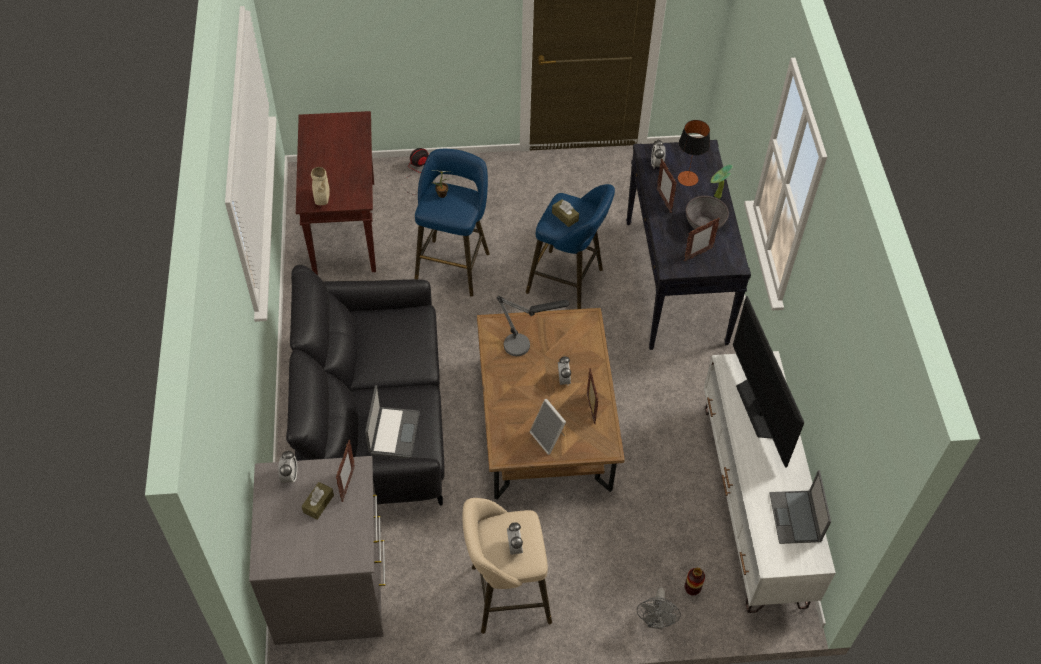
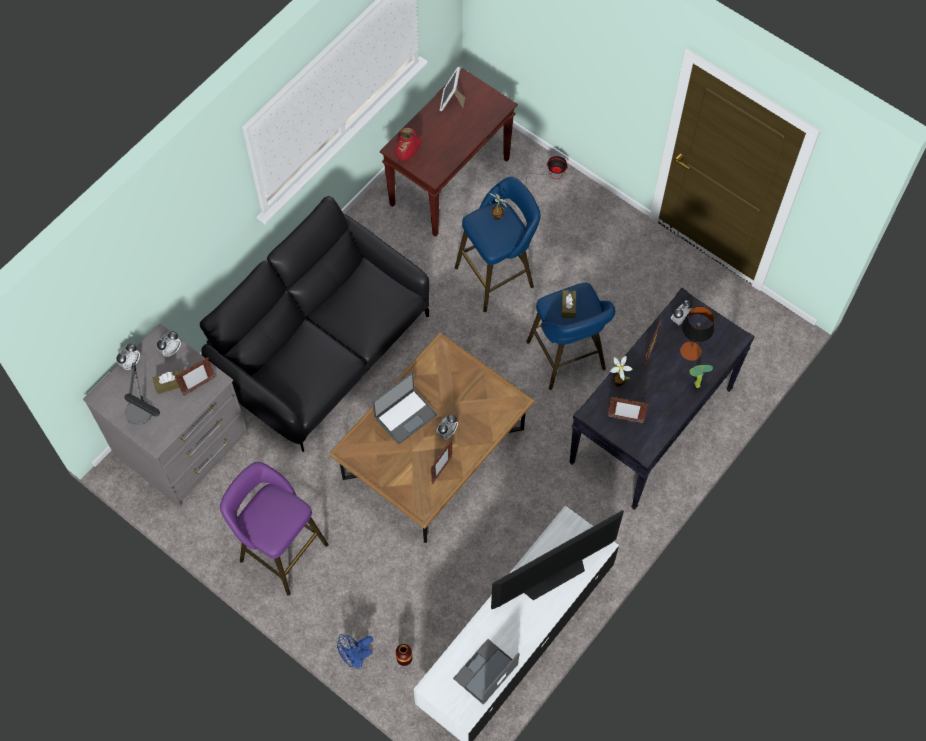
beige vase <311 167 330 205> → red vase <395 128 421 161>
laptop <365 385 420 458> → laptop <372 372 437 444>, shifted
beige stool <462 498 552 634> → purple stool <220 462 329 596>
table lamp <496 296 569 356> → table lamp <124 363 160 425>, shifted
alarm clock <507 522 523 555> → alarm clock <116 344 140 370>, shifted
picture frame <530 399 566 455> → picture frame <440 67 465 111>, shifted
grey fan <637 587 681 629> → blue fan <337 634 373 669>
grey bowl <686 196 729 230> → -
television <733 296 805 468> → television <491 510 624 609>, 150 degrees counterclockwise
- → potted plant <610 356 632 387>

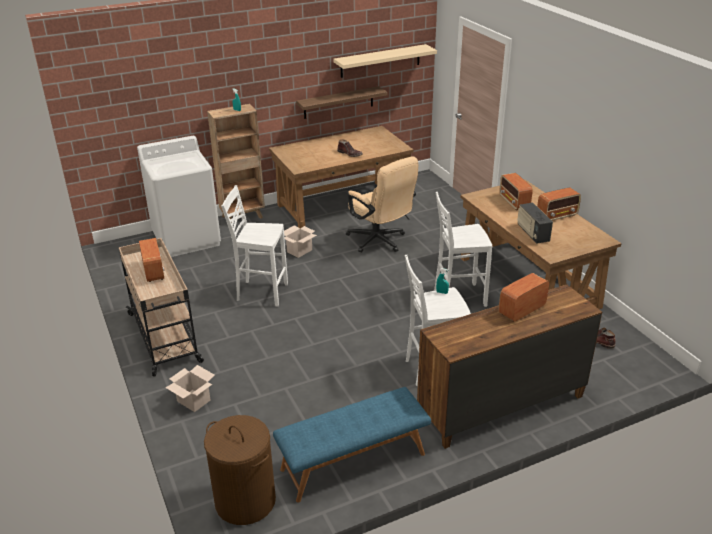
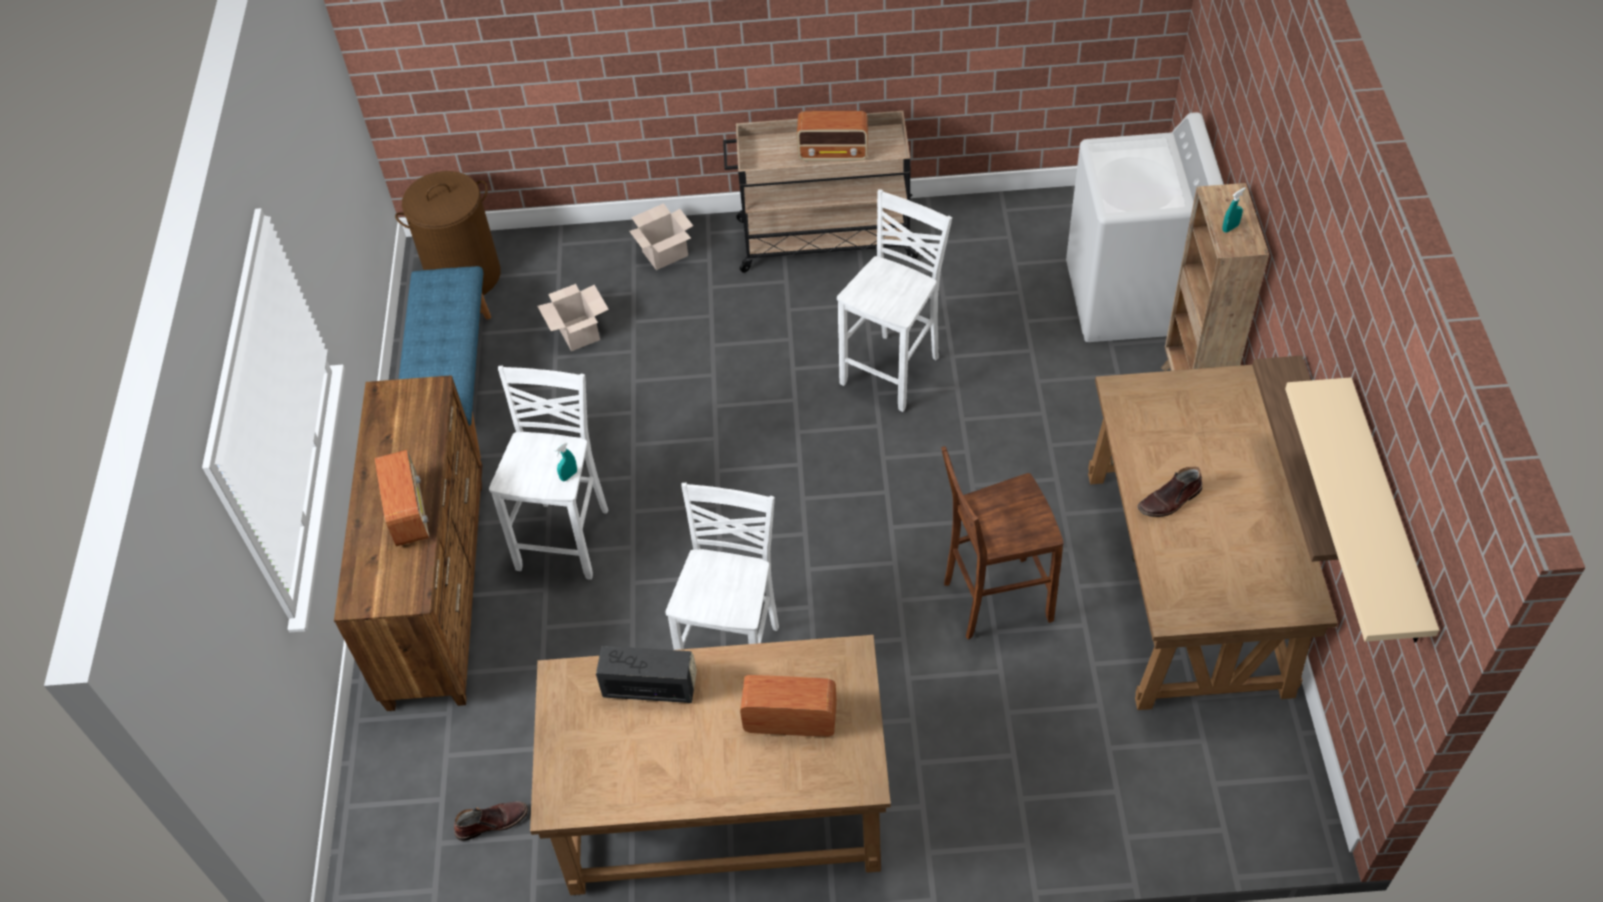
cardboard box <284 225 317 258> → cardboard box <537 284 609 351>, shifted
beige office chair <346 156 418 253> → brown stool <941 446 1064 640>
radio <537 187 581 221> → -

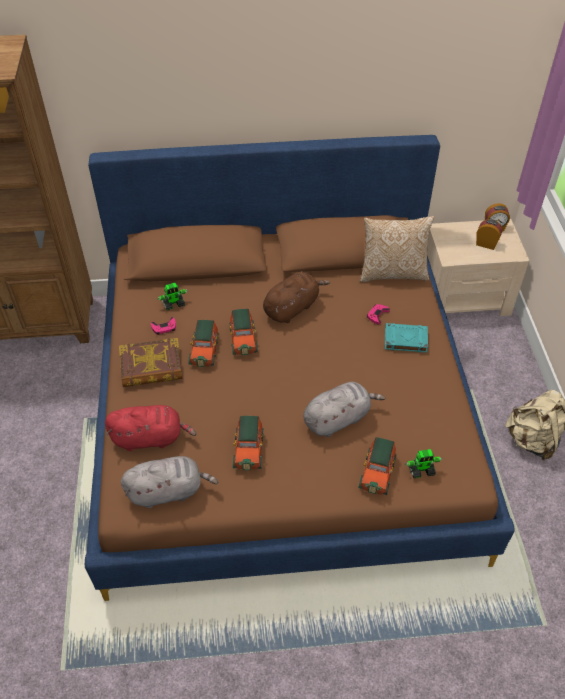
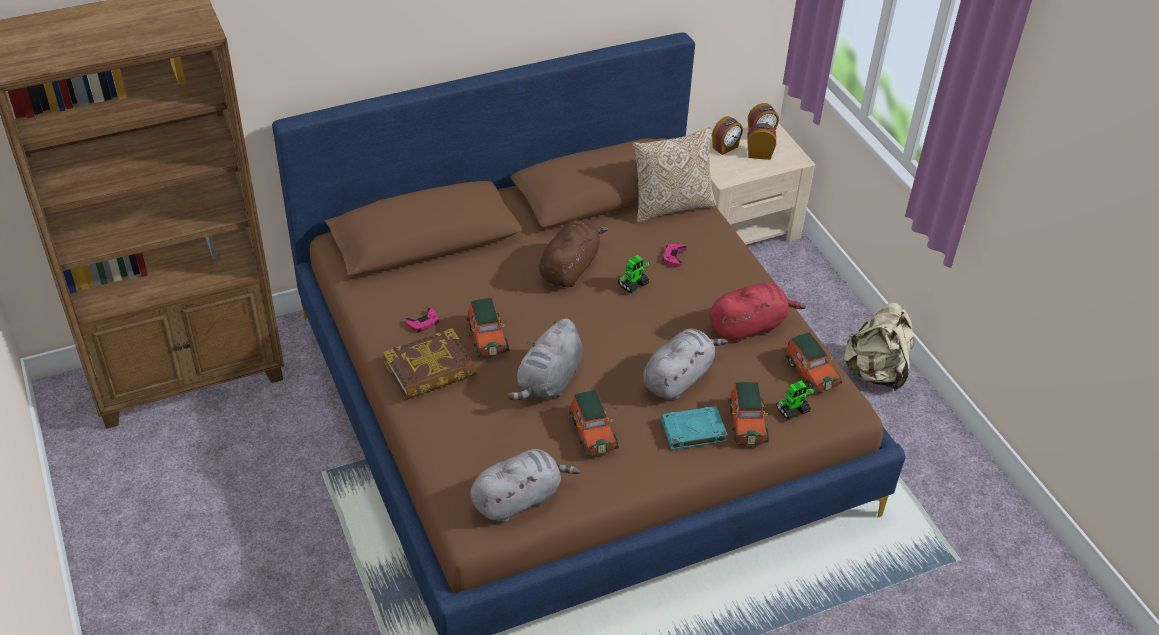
red plush toy <105 405 197 451> → red plush toy <709 282 806 343>, shifted
toy robot <157 282 188 310> → toy robot <618 255 650 293>, shifted
toy car <229 309 258 355> → toy car <785 333 842 393>, shifted
turquoise book <385 323 428 352> → turquoise book <661 406 728 450>, shifted
- → grey plush toy <507 318 583 401>
- → alarm clock <712 116 743 155>

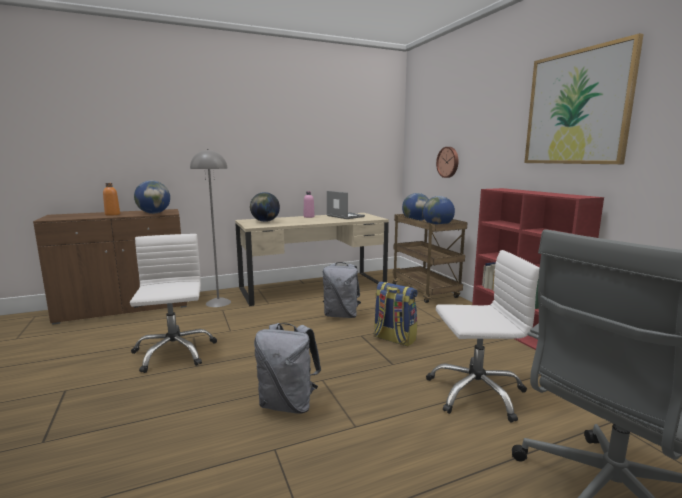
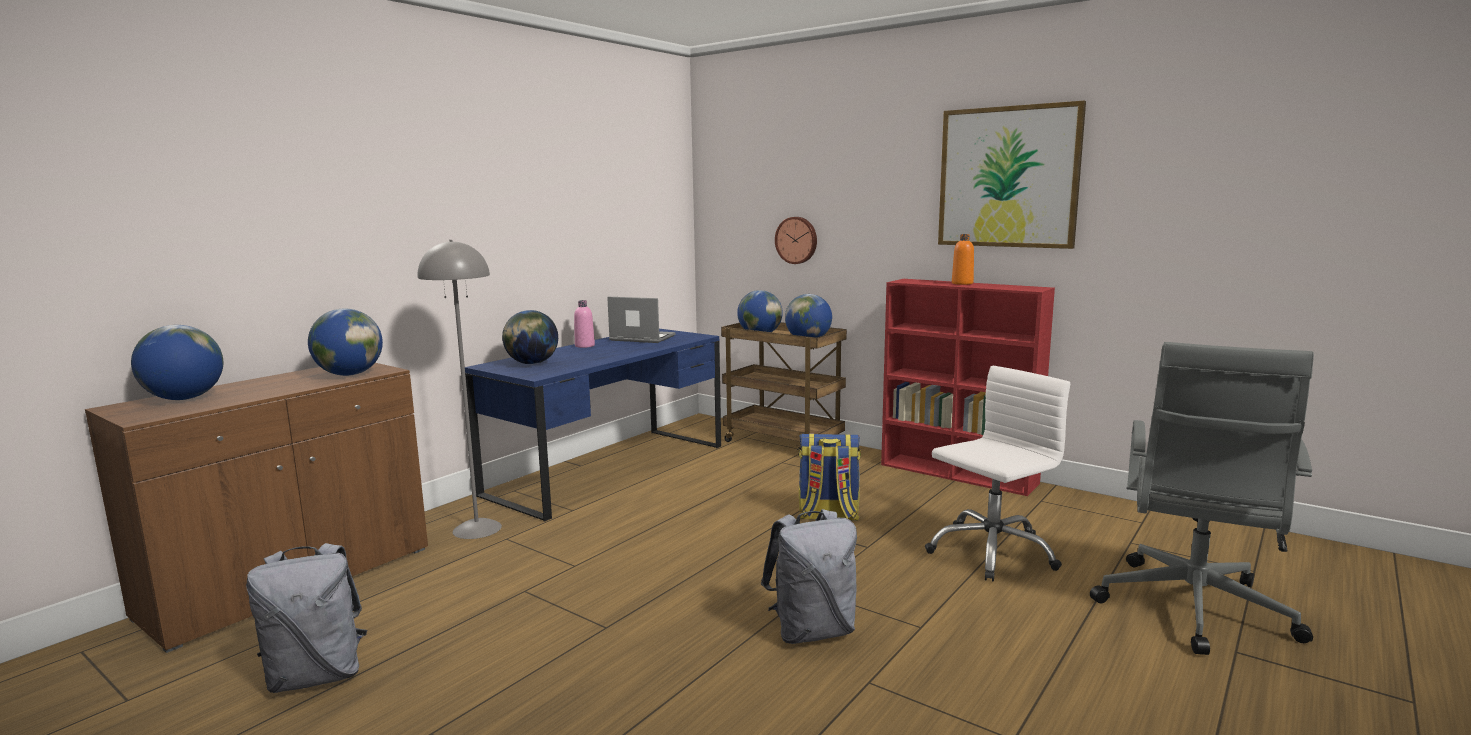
orange bottle <103 183 120 216> → orange bottle <952 234 974 285>, shifted
white office chair <130 234 217 373> → -
beige desk <235 213 389 306> → blue desk <465 329 721 522>
grey backpack <323 262 361 318> → grey backpack <246 543 367 693>, shifted
- → globe <131 325 223 400>

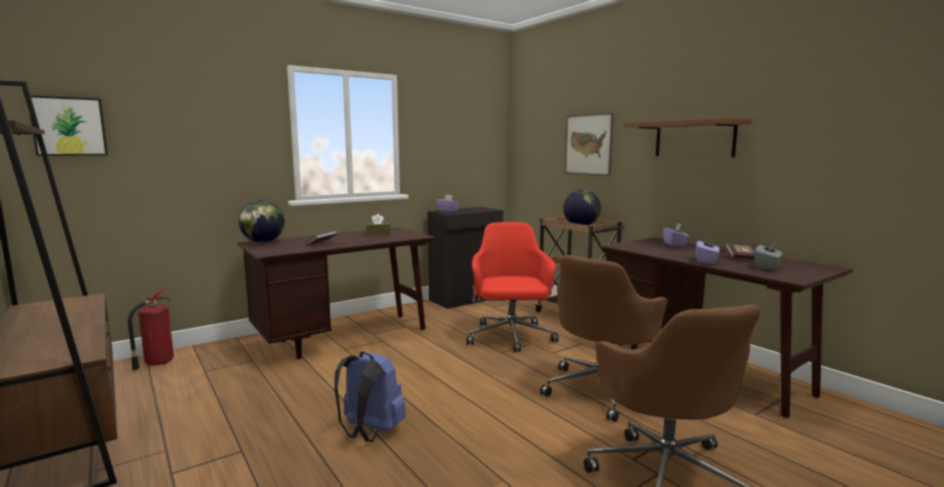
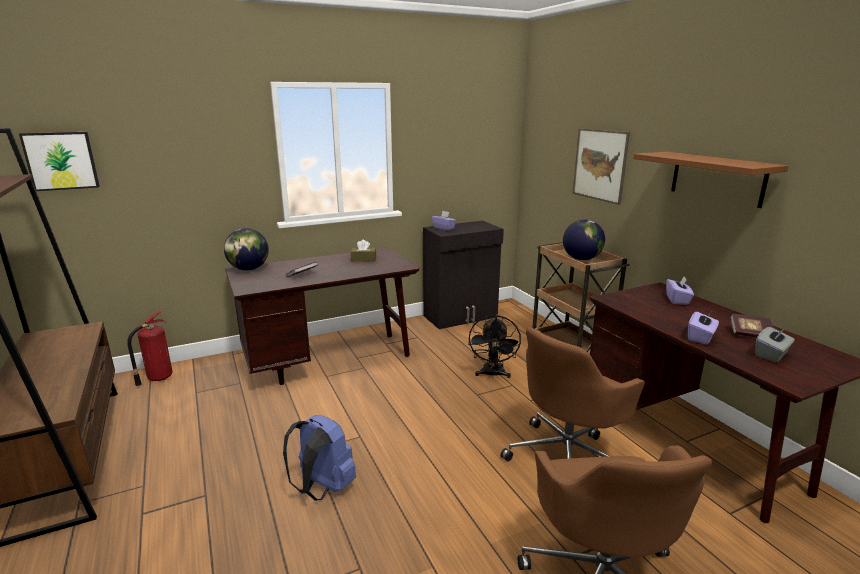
red office chair <467 222 558 352> → black fan <468 315 521 378>

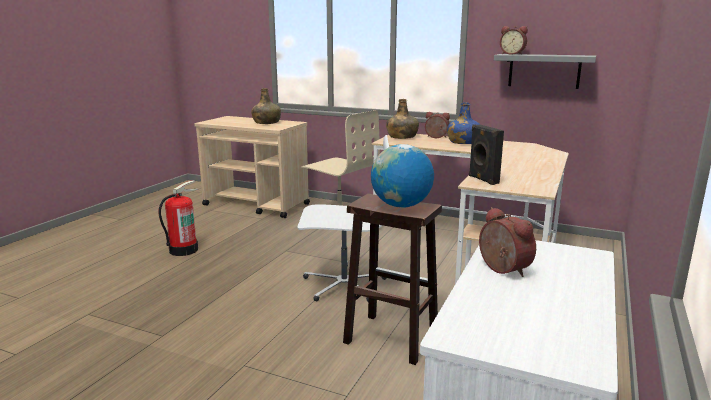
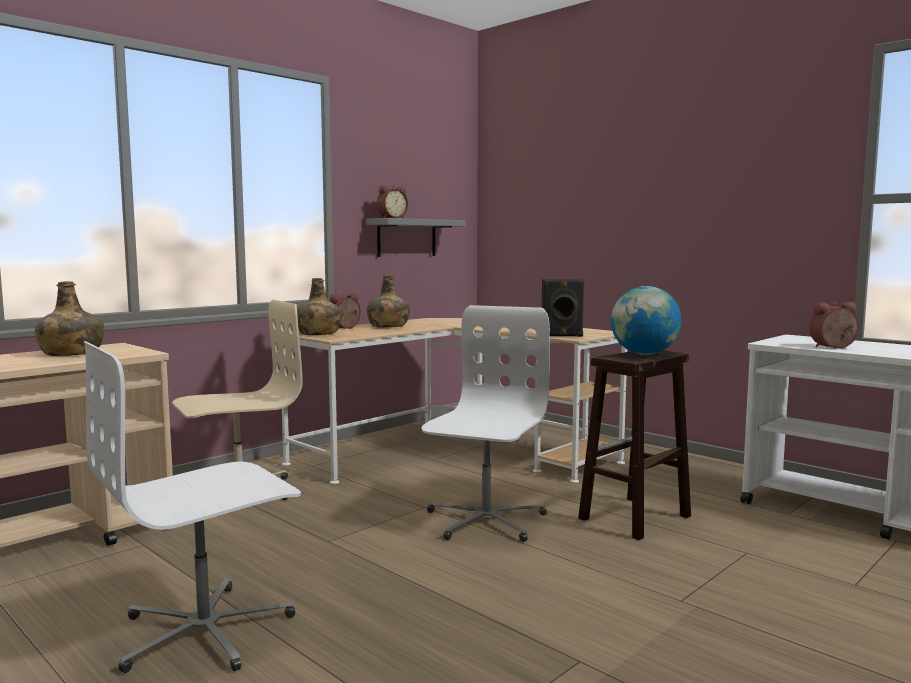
fire extinguisher <158 180 198 256> → white office chair <83 341 301 673>
blue bottle <447 102 480 144> → green bottle <367 275 410 328>

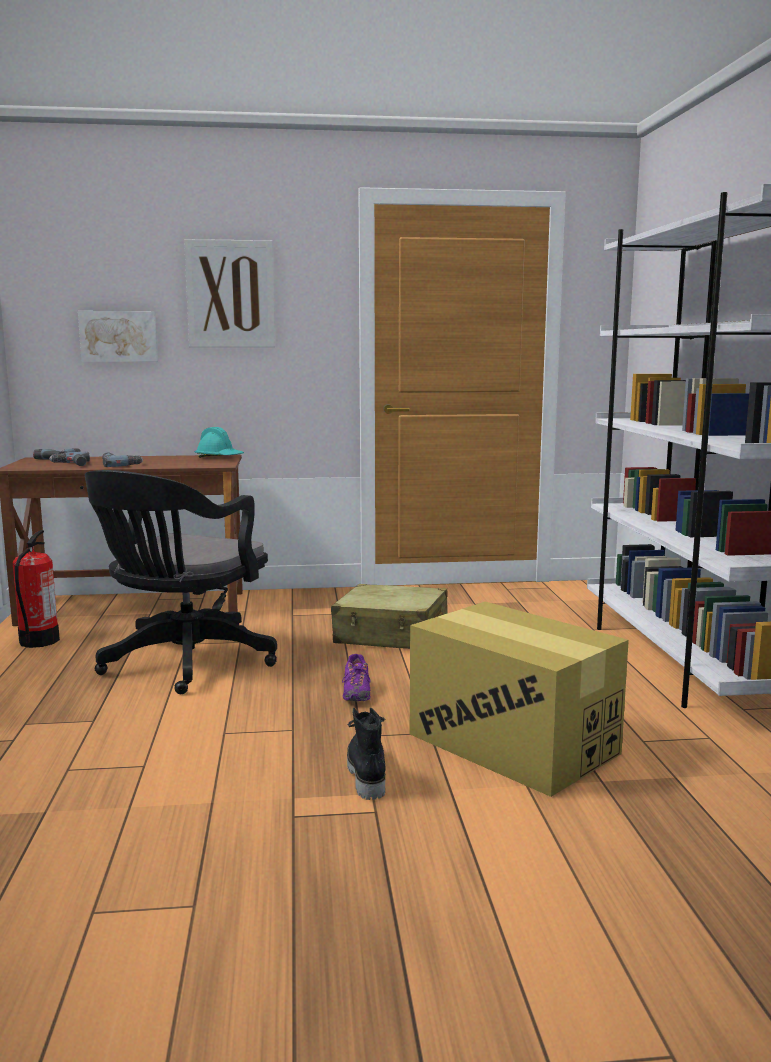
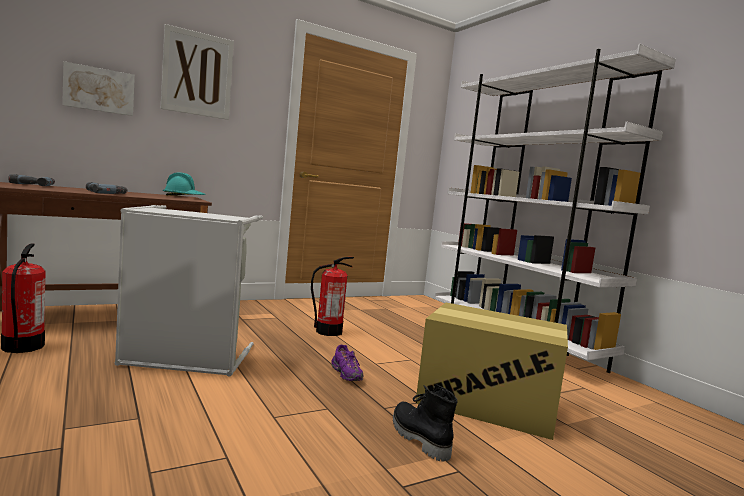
power drill <49 452 90 466> → -
black office chair <85 470 277 694> → grey laundry basket <115 205 263 377>
beige suitcase <331 584 448 649> → fire extinguisher <311 257 354 336>

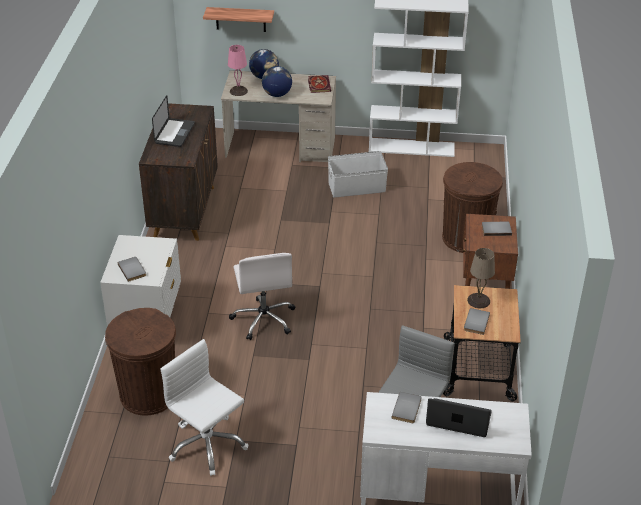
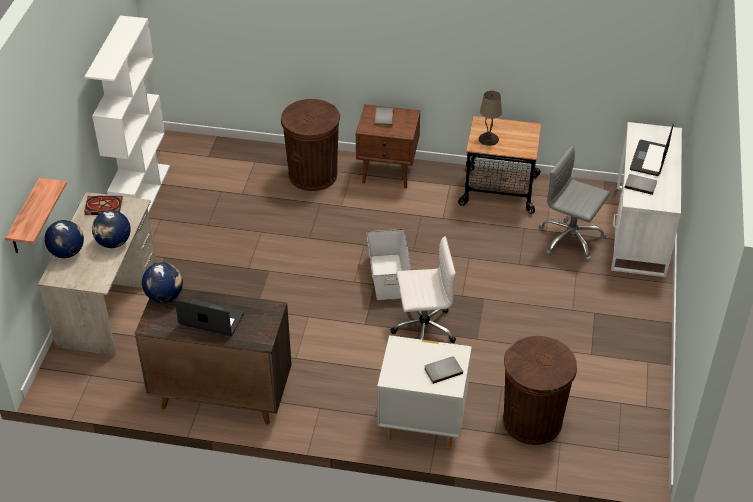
white office chair <160 339 248 476> → -
pink table lamp <228 45 248 96> → -
white storage box <328 151 388 198> → white storage box <366 229 411 300>, shifted
grey book <464 308 490 335> → -
- → globe <142 262 183 303>

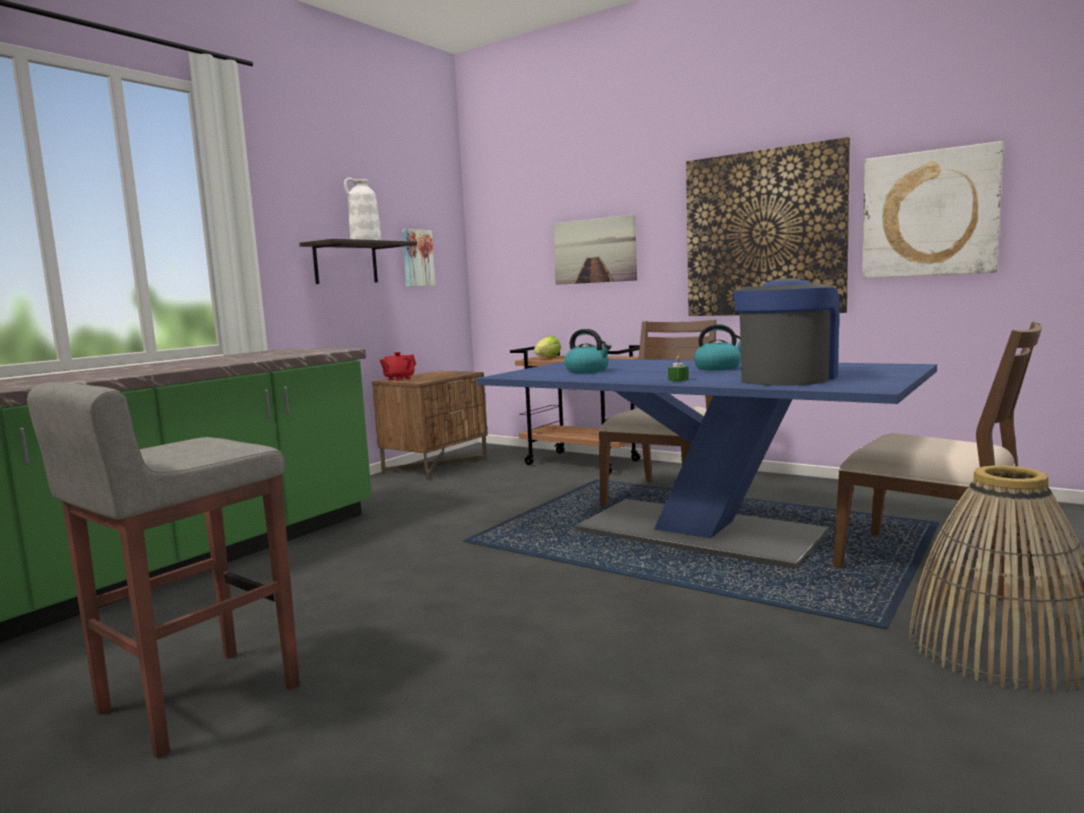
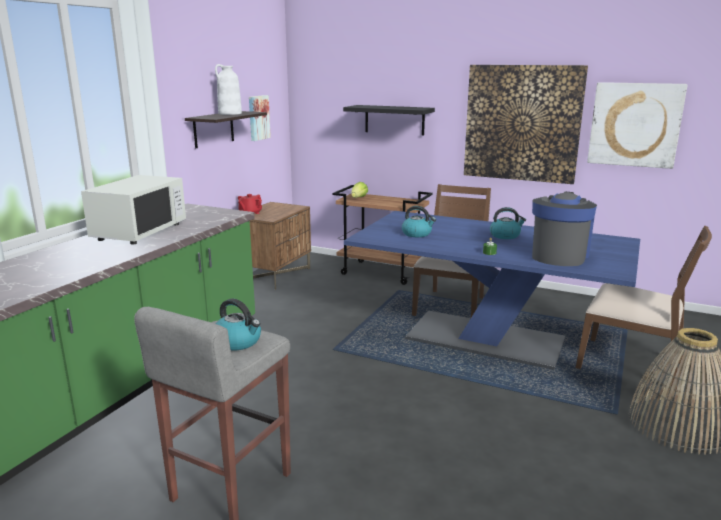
picture <553 214 637 285> → black shelf <343 105 435 135>
- → white microwave <81 175 186 244>
- → kettle <216 299 261 351>

